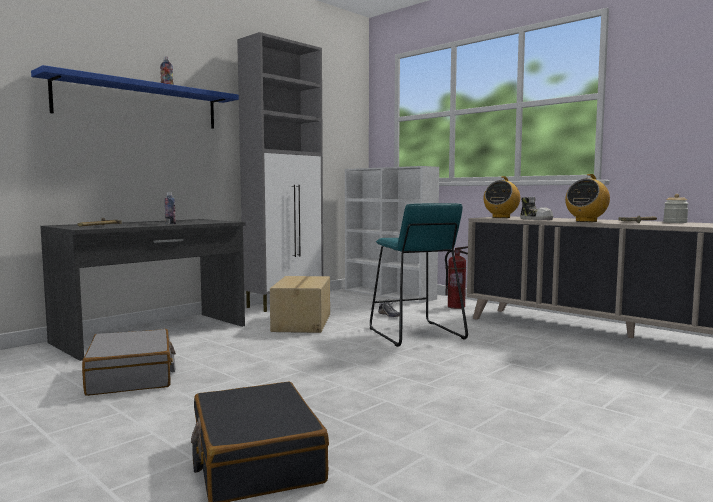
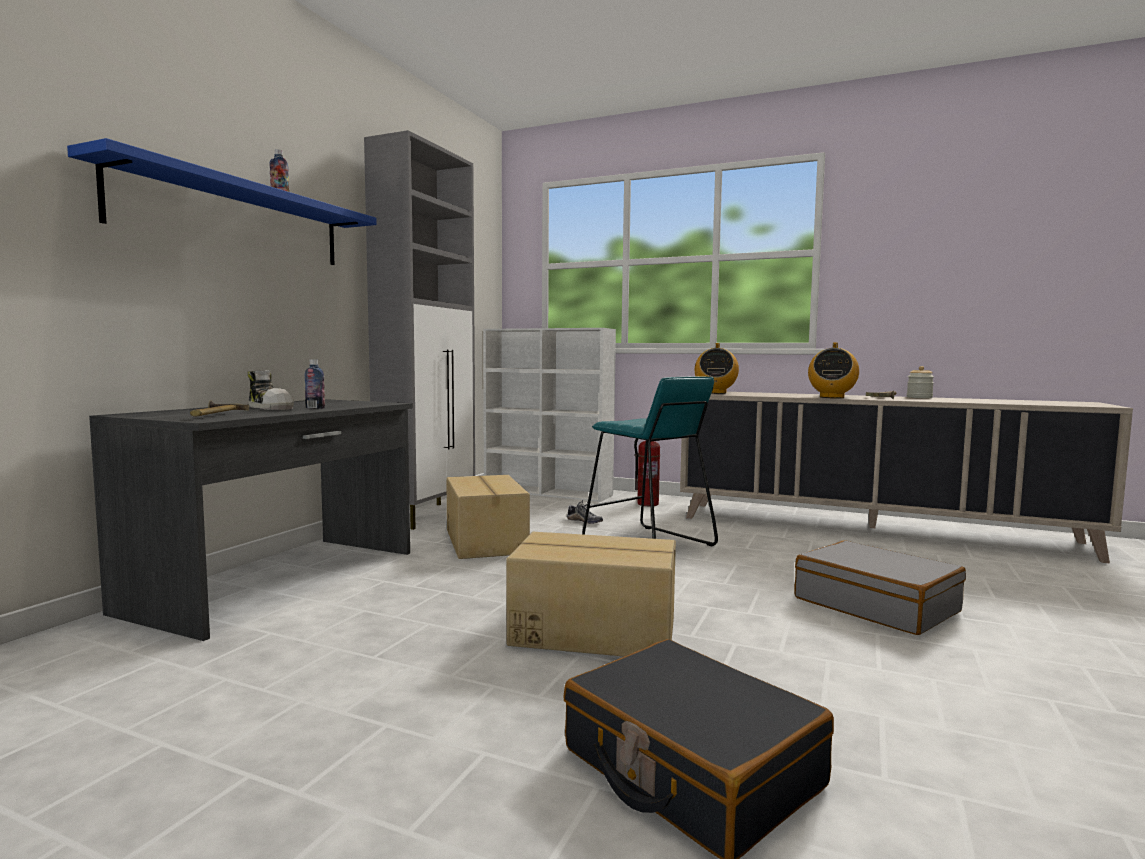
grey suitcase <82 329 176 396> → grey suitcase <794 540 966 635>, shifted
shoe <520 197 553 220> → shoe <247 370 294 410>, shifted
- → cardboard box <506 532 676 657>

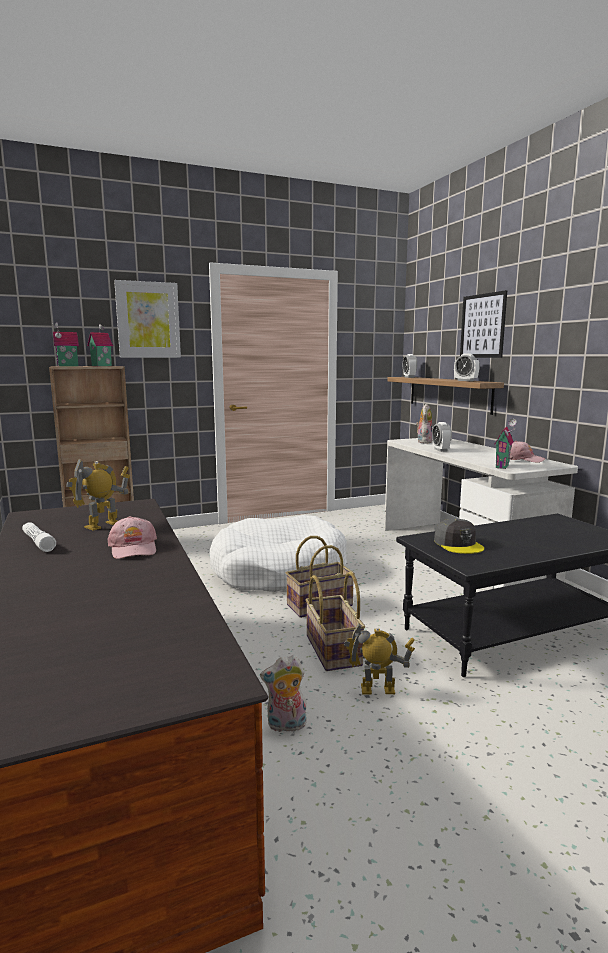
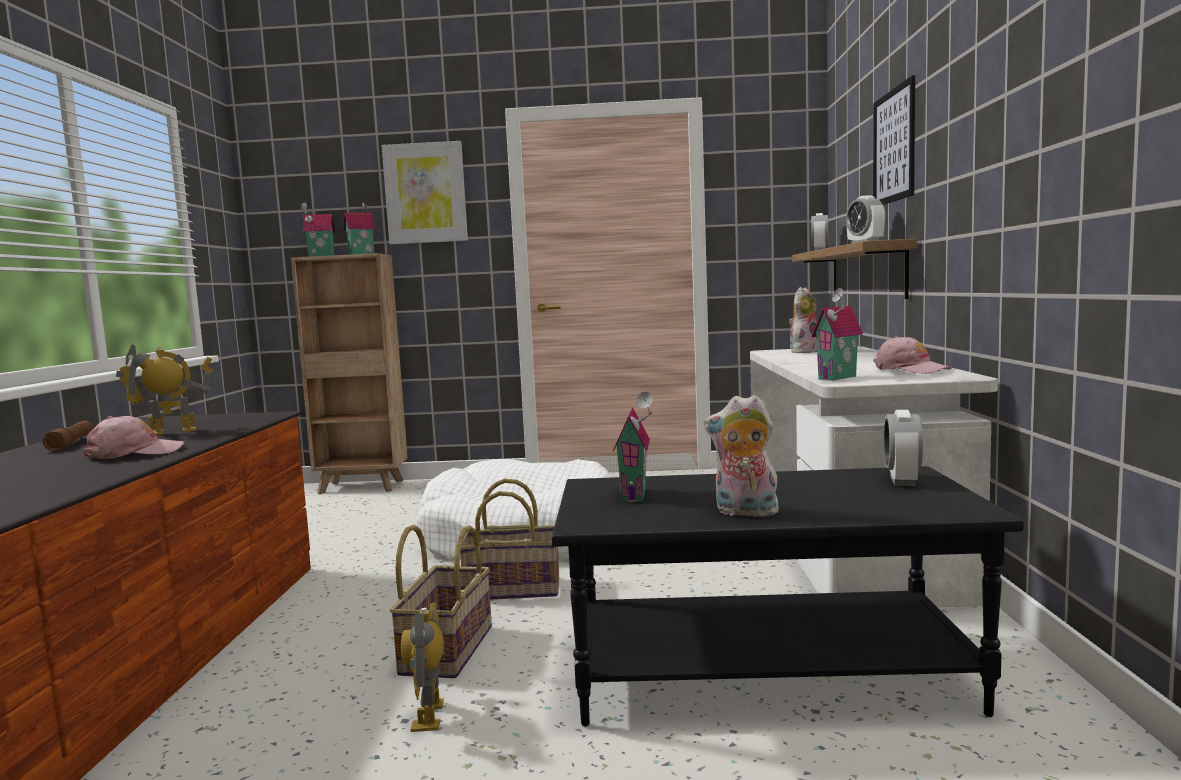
white flashlight <22 522 56 552> → brown flashlight <43 421 94 451>
pink cap <107 516 157 559> → pink cap <84 416 185 459>, 120 degrees counterclockwise
plush toy <260 655 307 732> → plush toy <704 395 779 519>, shifted
toy robot <344 623 415 695> → toy robot <401 602 444 732>, 120 degrees counterclockwise
alarm clock <432 422 452 452> → alarm clock <884 410 923 486>, shifted
grey cap <434 519 484 554> → toy house <613 391 653 503>

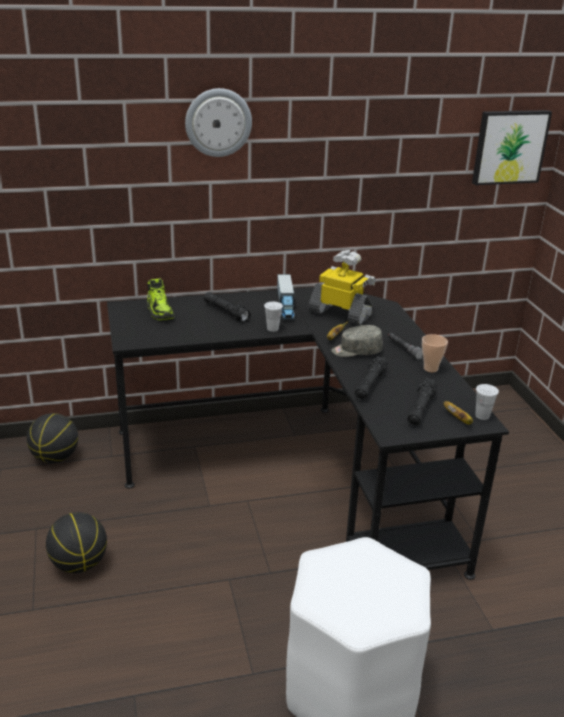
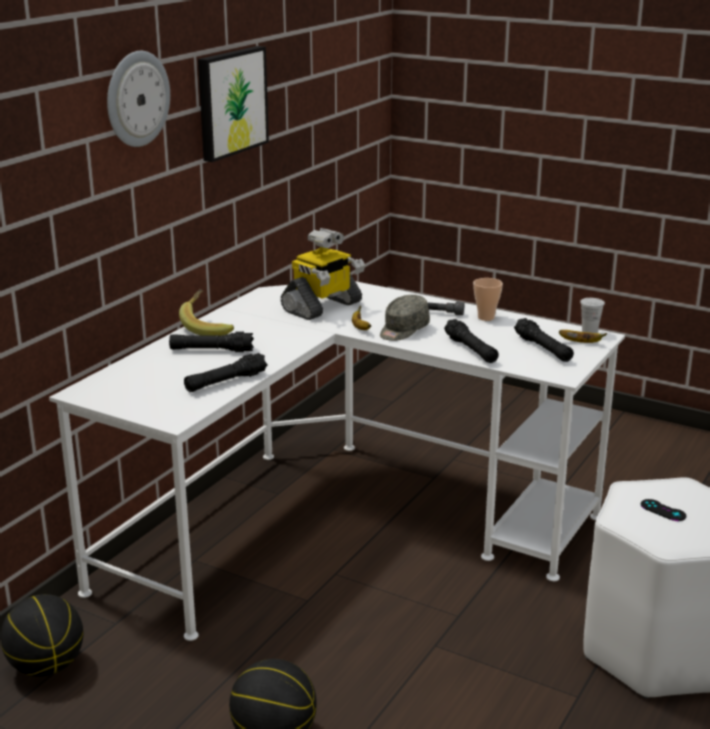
black desk <107 287 509 580> → white desk <49 281 625 641>
shoe <147 278 174 320> → -
white cup <264 302 283 332> → -
toy truck <277 274 295 320> → -
toy robot <308 250 376 325> → toy robot <281 228 365 320>, 150 degrees clockwise
picture <472 110 552 185> → picture <198 46 269 162>, shifted
- → banana <179 289 234 336>
- → black flashlight <184 353 267 392>
- → black game controller <641 499 686 521>

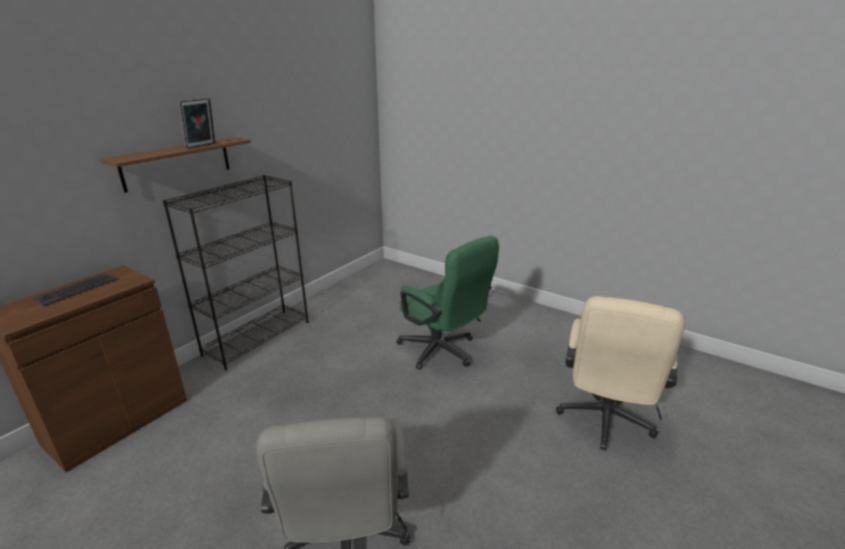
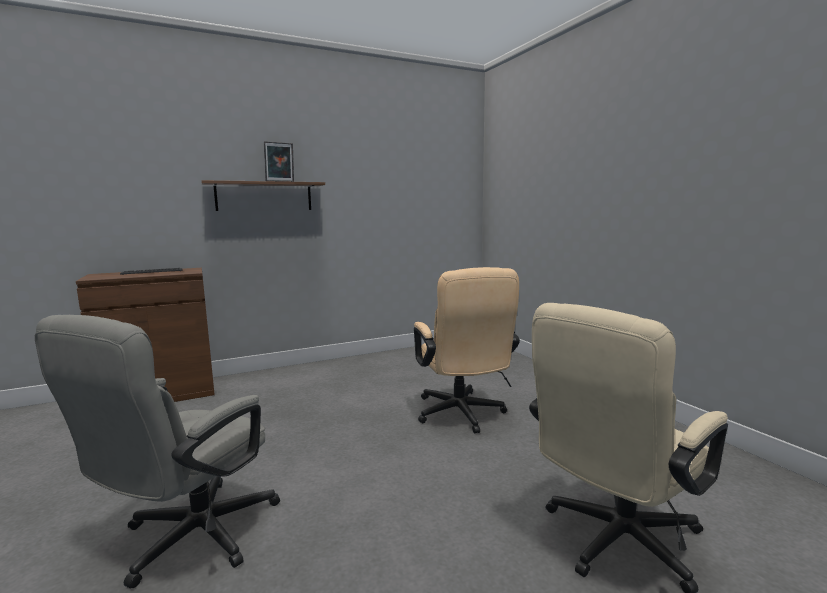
black bookcase <163 175 309 370> → -
green office chair <396 235 499 370> → beige office chair <414 267 520 433>

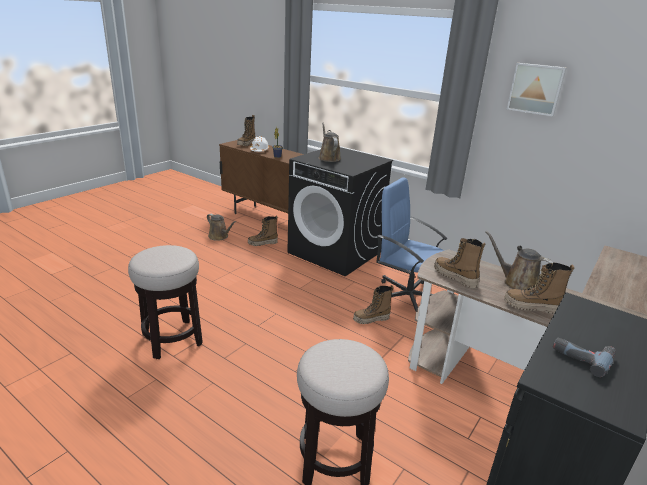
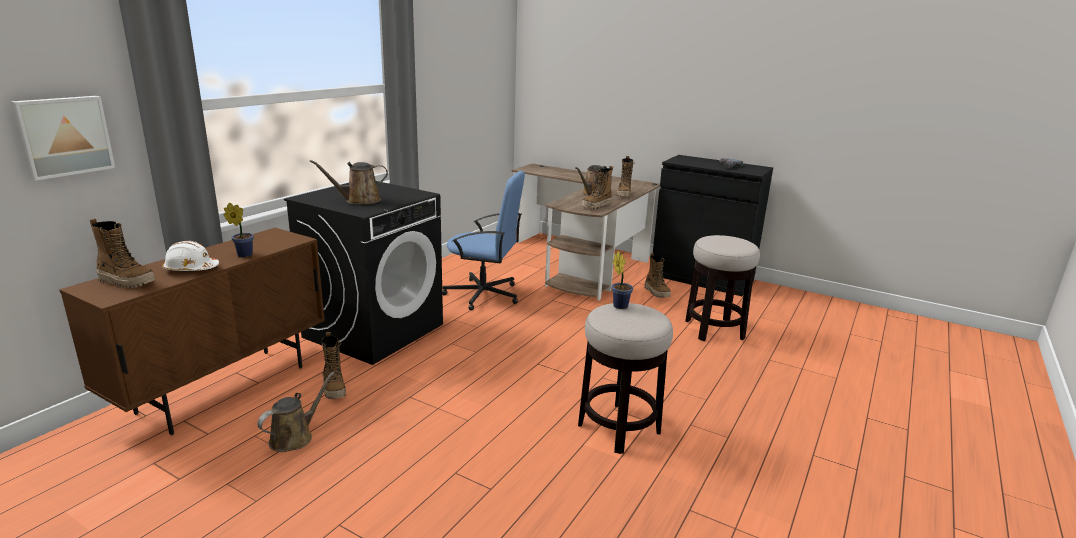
boot <353 285 394 324> → boot <644 253 671 298>, shifted
blue office chair <376 177 447 311> → blue office chair <442 171 525 311>, 105 degrees counterclockwise
picture <507 63 567 116> → picture <11 96 115 181>, shifted
- → potted plant <612 251 633 309>

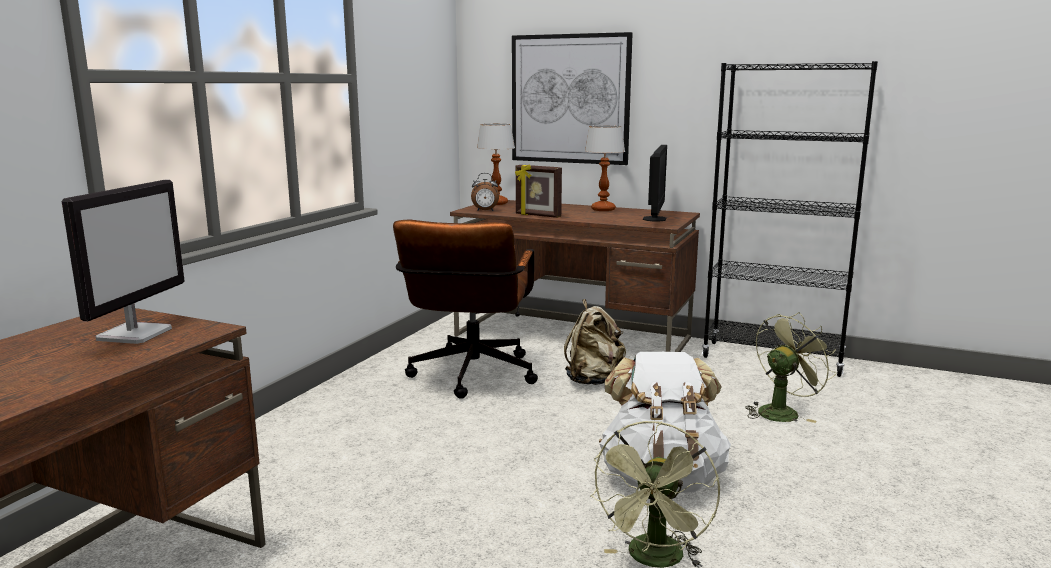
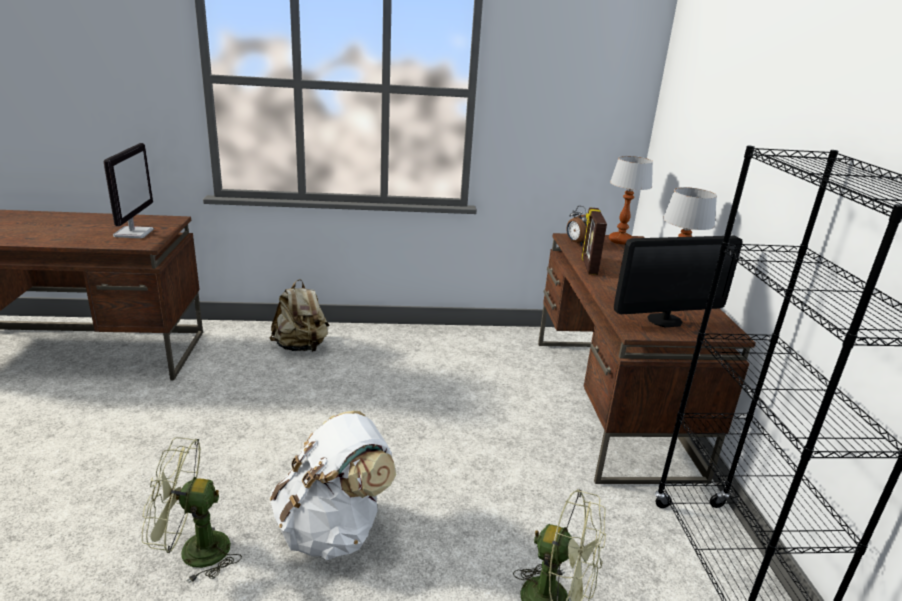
monitor <62 180 184 344> → monitor <103 143 154 238>, 75 degrees counterclockwise
brown office chair <393 220 538 399> → -
picture <512 32 633 165> → -
beige backpack <564 299 626 385> → beige backpack <269 279 330 352>, shifted

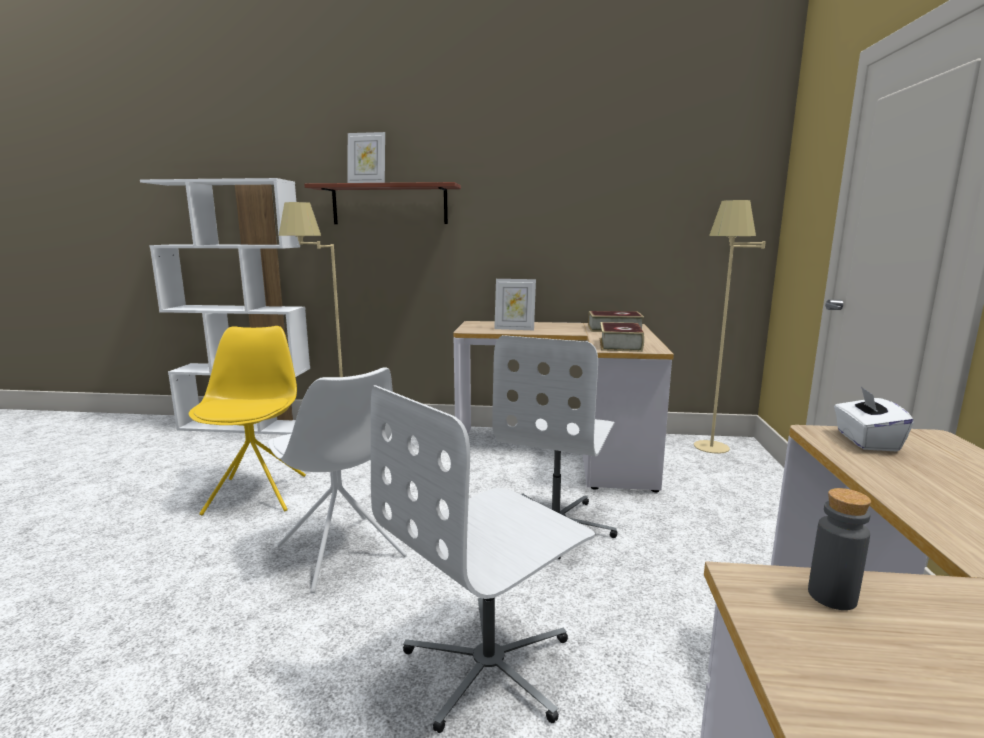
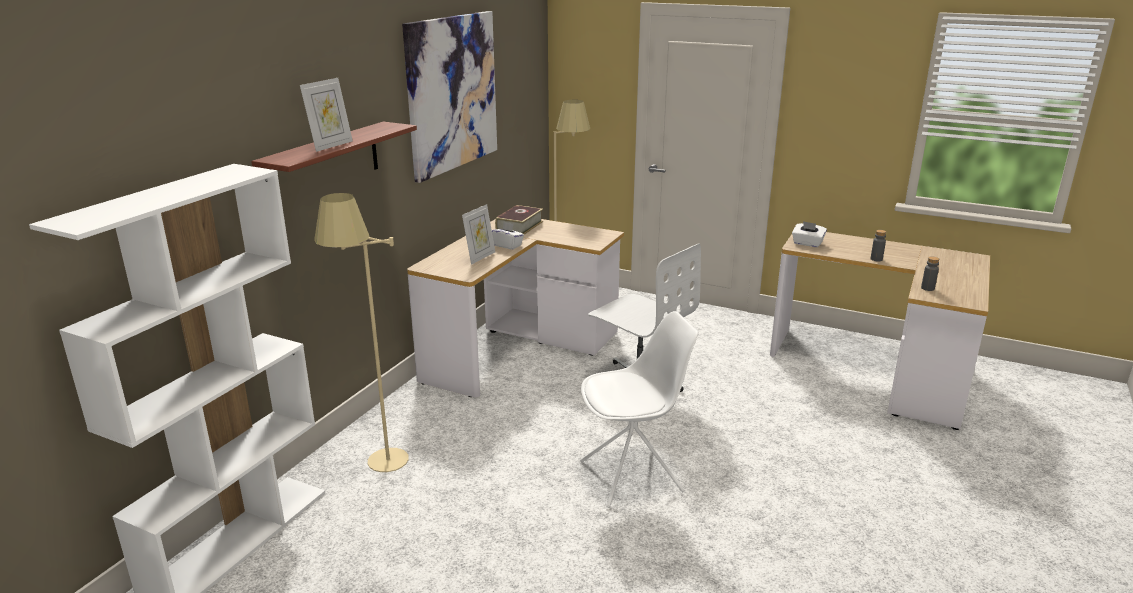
yellow chair <189 326 306 515> → -
white office chair <371 385 595 733> → -
book <600 322 644 352> → -
- → picture <402 11 497 183>
- → white tissue box <492 221 524 250>
- → grey bottle <870 230 886 261>

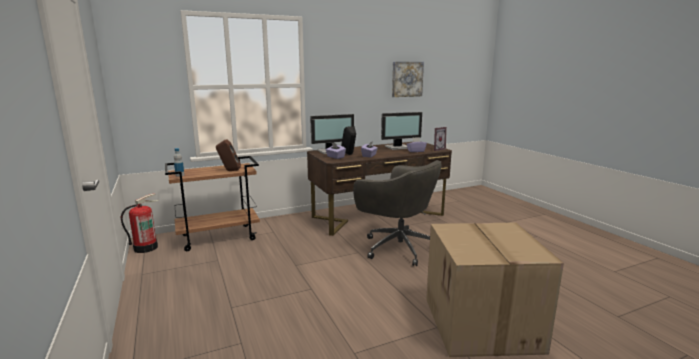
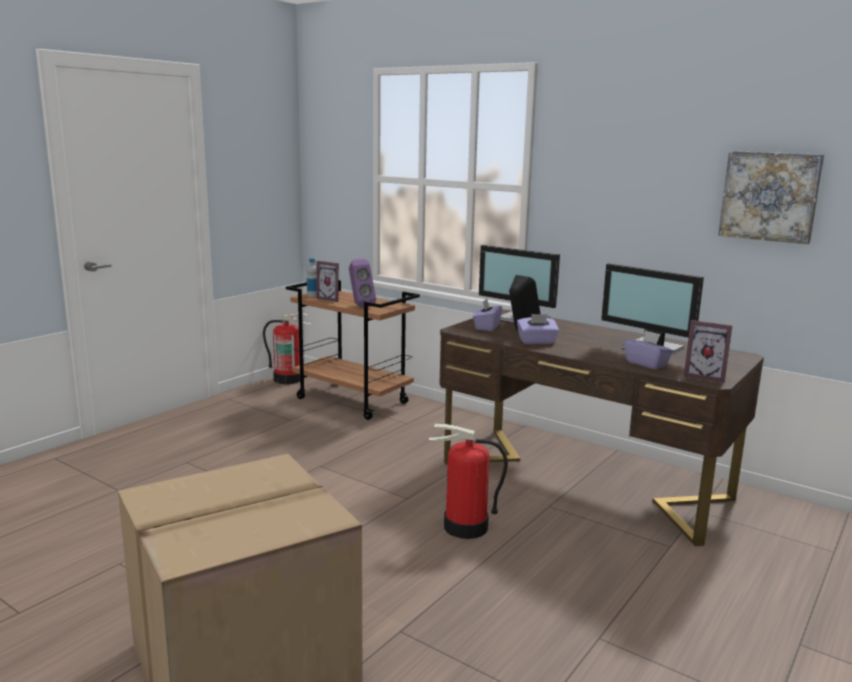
brown speaker <216 139 241 171> → purple speaker <349 259 376 307>
grey office chair <353 160 442 266> → fire extinguisher <429 424 508 539>
- → picture frame <317 261 339 302>

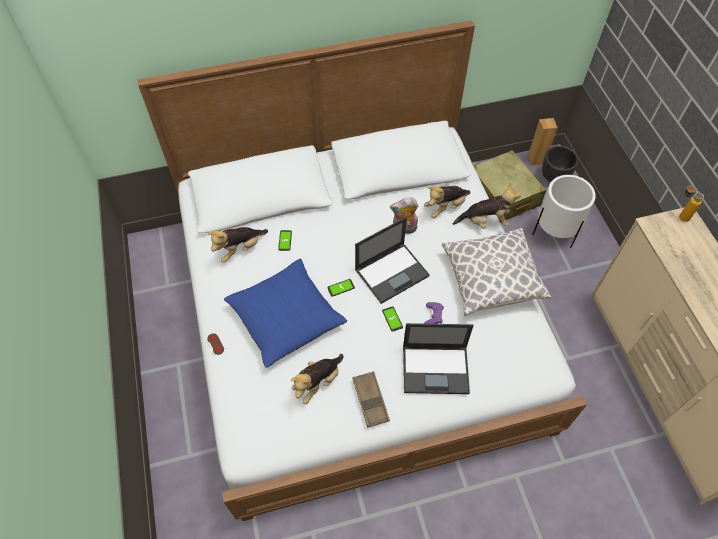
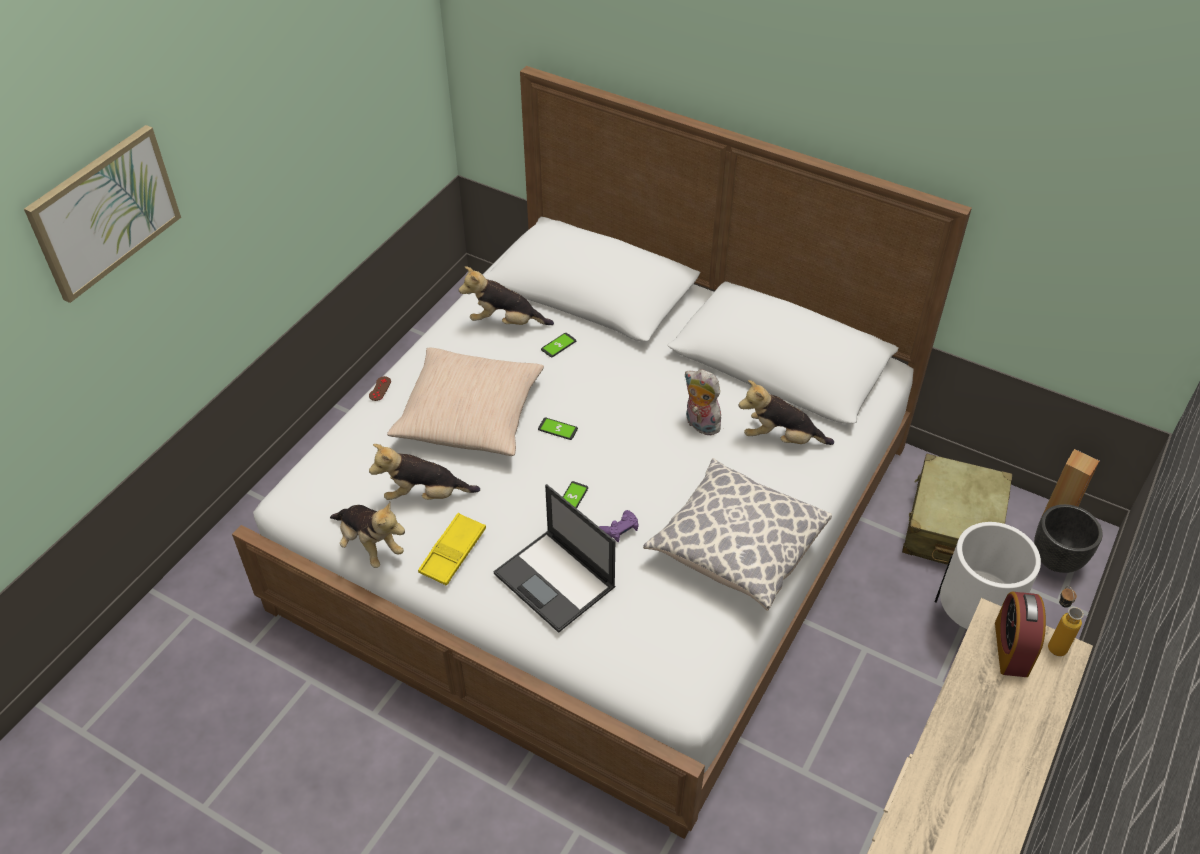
blue pillow <224 259 347 368> → beige pillow <387 347 544 456>
brown tray <352 371 390 428> → yellow tray <418 513 486 586>
laptop <355 217 430 304> → -
plush toy <453 183 521 229> → plush toy <330 502 405 568>, shifted
- → picture <24 125 181 303>
- → alarm clock <995 592 1046 677>

